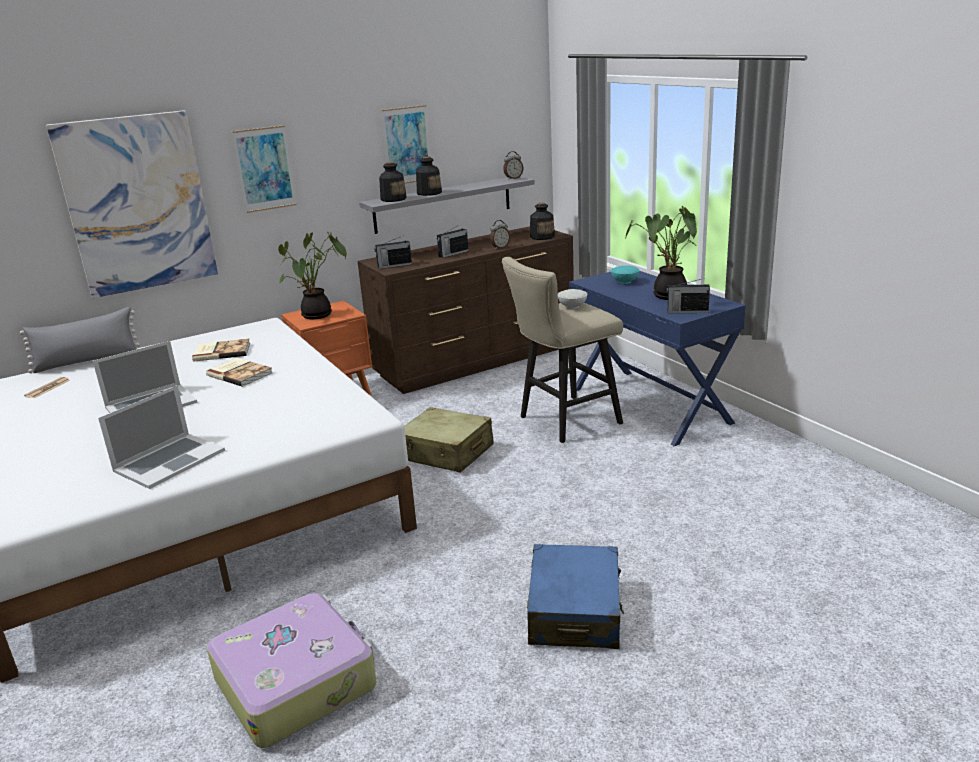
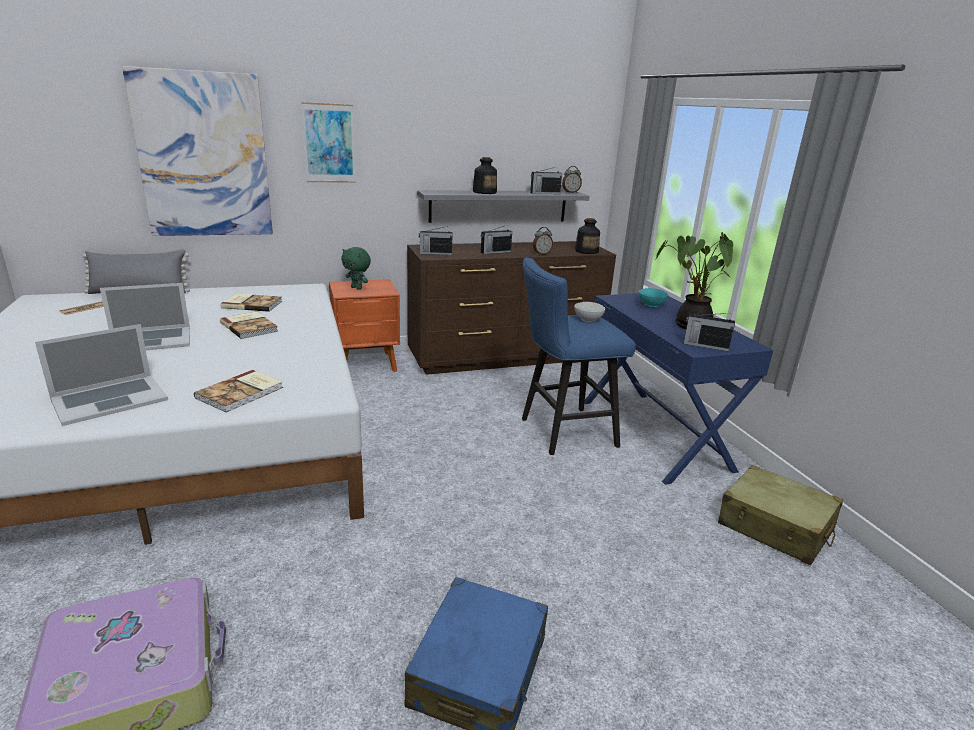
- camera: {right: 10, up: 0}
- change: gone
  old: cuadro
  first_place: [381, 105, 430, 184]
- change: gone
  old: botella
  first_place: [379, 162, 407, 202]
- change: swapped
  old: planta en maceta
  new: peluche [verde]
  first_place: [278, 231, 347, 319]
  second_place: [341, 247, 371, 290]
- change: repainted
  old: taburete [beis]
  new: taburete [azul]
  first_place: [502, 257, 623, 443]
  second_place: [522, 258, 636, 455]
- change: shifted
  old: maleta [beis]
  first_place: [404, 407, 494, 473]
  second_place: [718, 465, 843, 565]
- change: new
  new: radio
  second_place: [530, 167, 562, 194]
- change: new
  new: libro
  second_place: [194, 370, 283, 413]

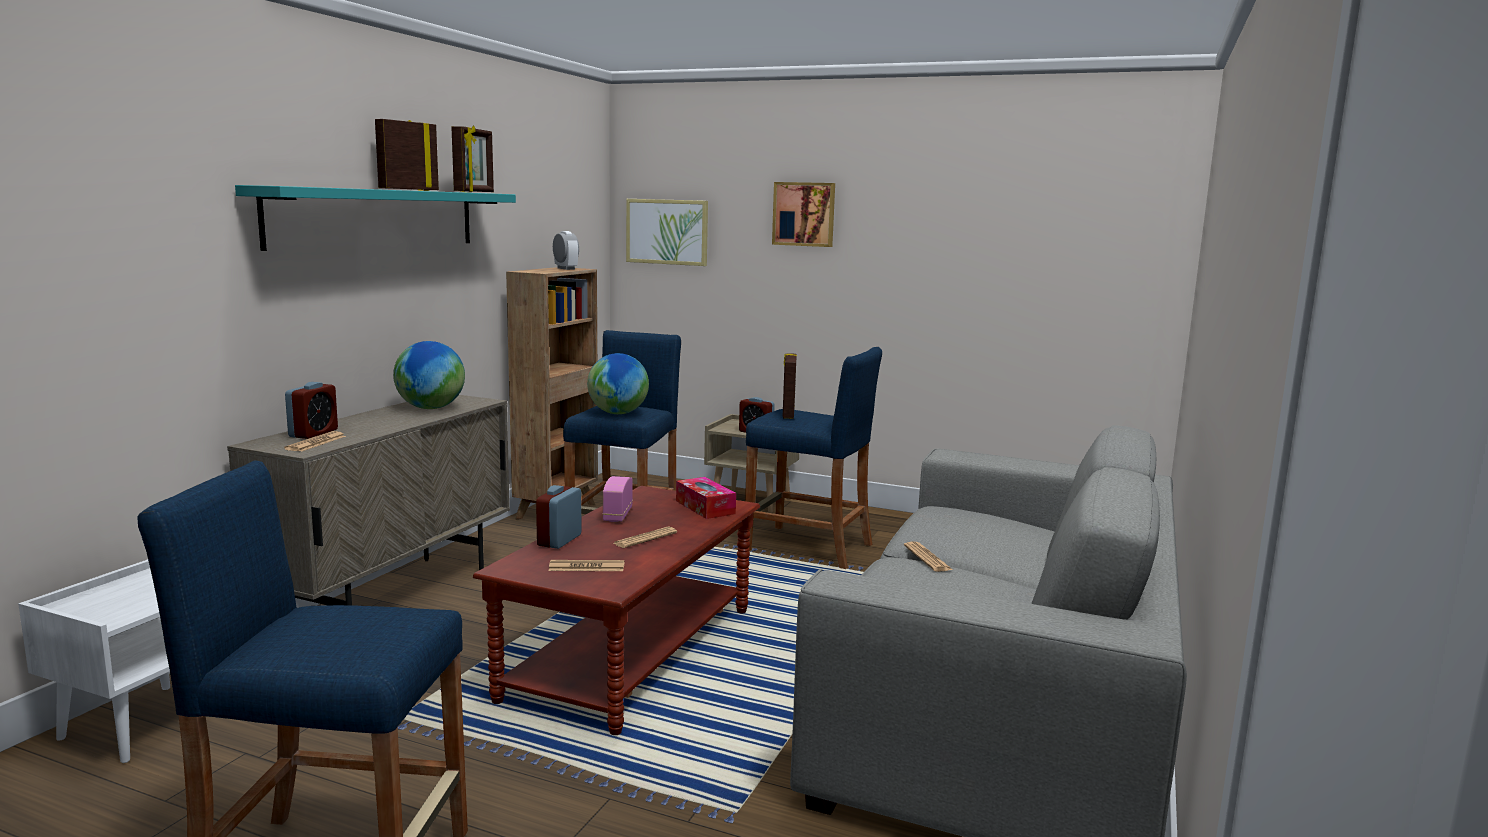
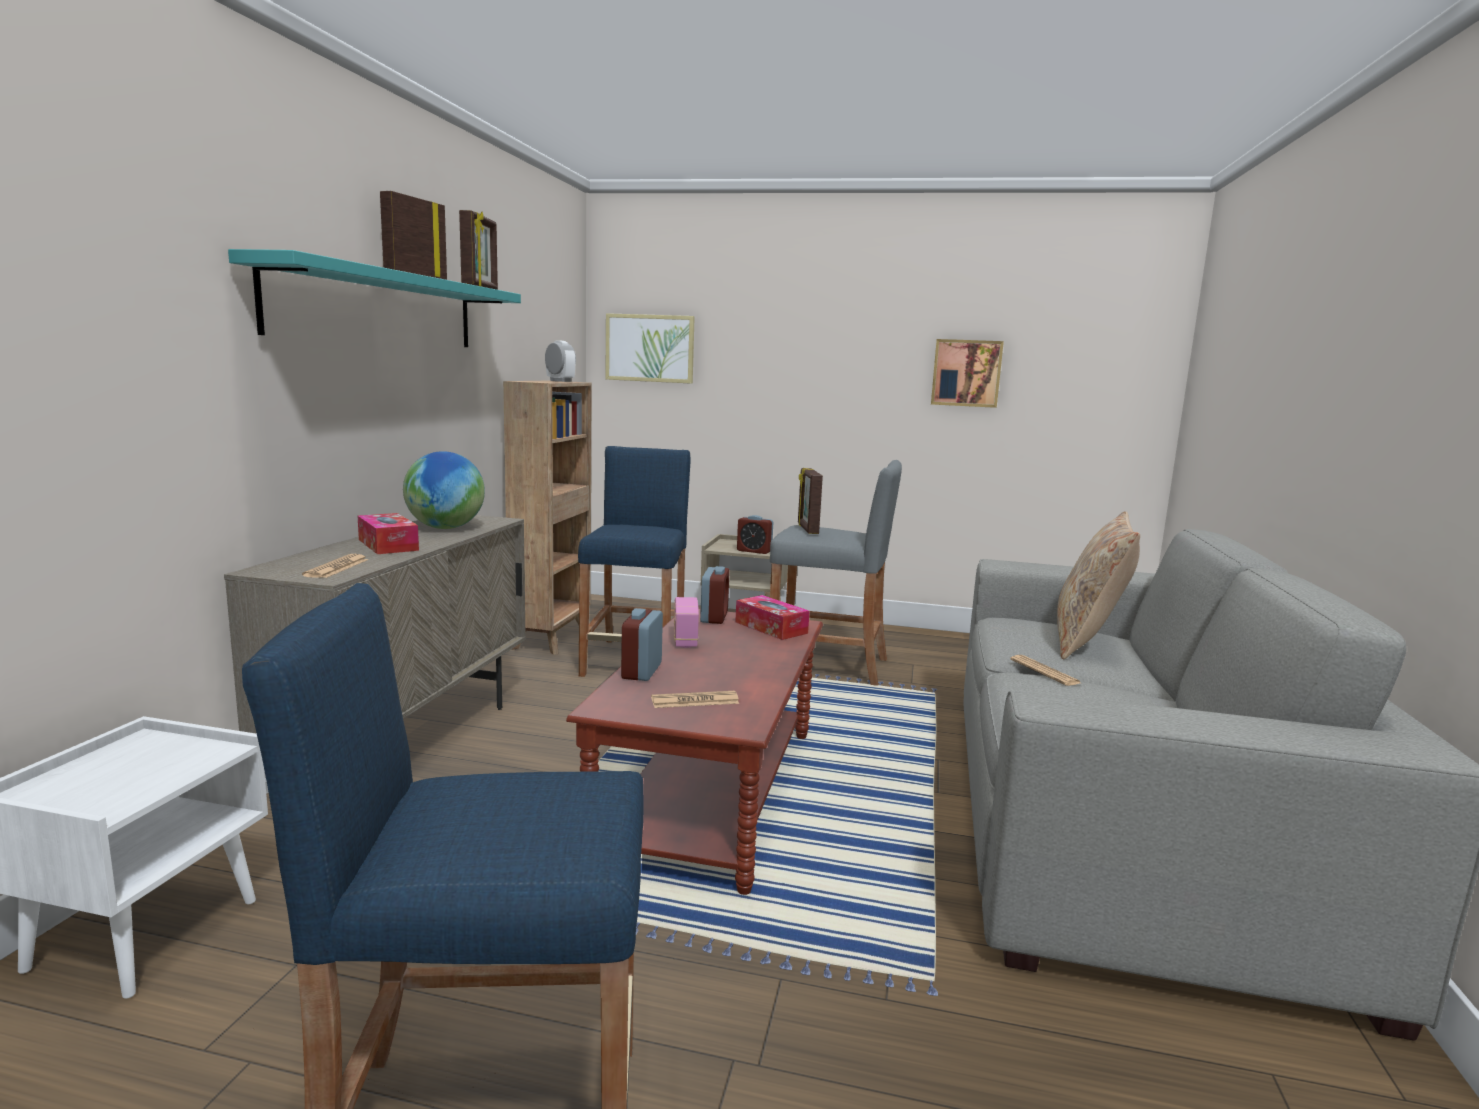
- camera: {right: -10, up: 0}
- change: shifted
  old: cuadro
  first_place: [772, 182, 835, 247]
  second_place: [931, 339, 1004, 408]
- change: repainted
  old: taburete [azul]
  new: taburete [gris]
  first_place: [745, 347, 882, 569]
  second_place: [770, 460, 902, 686]
- change: gone
  old: globo terráqueo
  first_place: [587, 353, 649, 414]
- change: shifted
  old: despertador
  first_place: [285, 382, 338, 439]
  second_place: [700, 566, 730, 624]
- change: gone
  old: periódico
  first_place: [613, 526, 677, 548]
- change: new
  new: cojín [beis]
  second_place: [1057, 511, 1140, 660]
- change: new
  new: caja de pañuelos
  second_place: [358, 513, 419, 554]

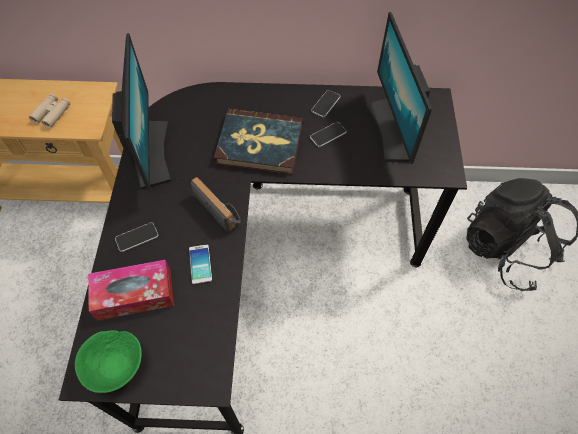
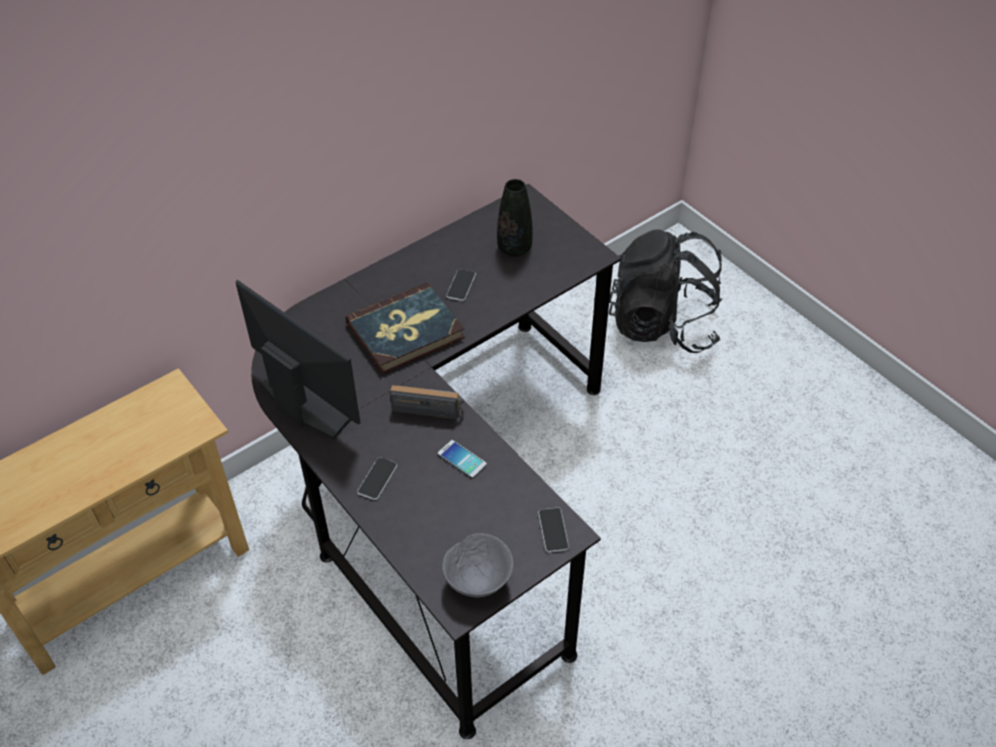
- camera: {right: -40, up: -10}
- change: swapped
  old: monitor
  new: florero [negro]
  first_place: [366, 12, 432, 164]
  second_place: [497, 179, 533, 256]
- change: shifted
  old: móvil
  first_place: [311, 90, 341, 117]
  second_place: [538, 507, 569, 552]
- change: gone
  old: prismáticos [beis]
  first_place: [29, 94, 70, 128]
- change: gone
  old: caja de pañuelos
  first_place: [88, 260, 174, 321]
- change: repainted
  old: cuenco [verde]
  new: cuenco [gris]
  first_place: [75, 331, 142, 393]
  second_place: [442, 533, 513, 597]

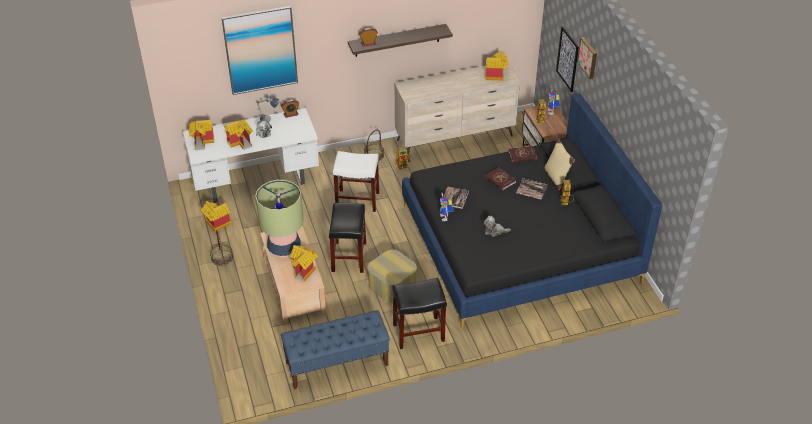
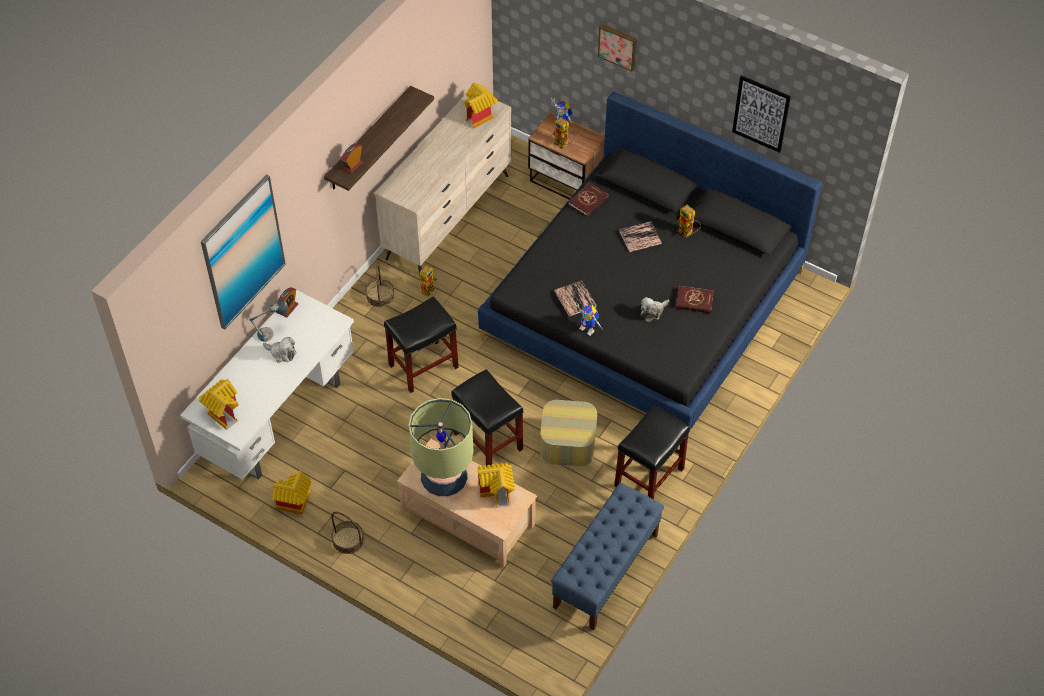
- camera: {right: -40, up: 10}
- change: shifted
  old: cuadro
  first_place: [556, 26, 579, 92]
  second_place: [732, 75, 791, 153]
- change: gone
  old: casita
  first_place: [224, 120, 253, 150]
- change: gone
  old: cojín [beis]
  first_place: [544, 138, 575, 191]
- change: repainted
  old: taburete [blanco]
  new: taburete [negro]
  first_place: [333, 151, 379, 212]
  second_place: [384, 296, 459, 393]
- change: shifted
  old: libro [rojo]
  first_place: [485, 167, 516, 191]
  second_place: [675, 286, 714, 313]

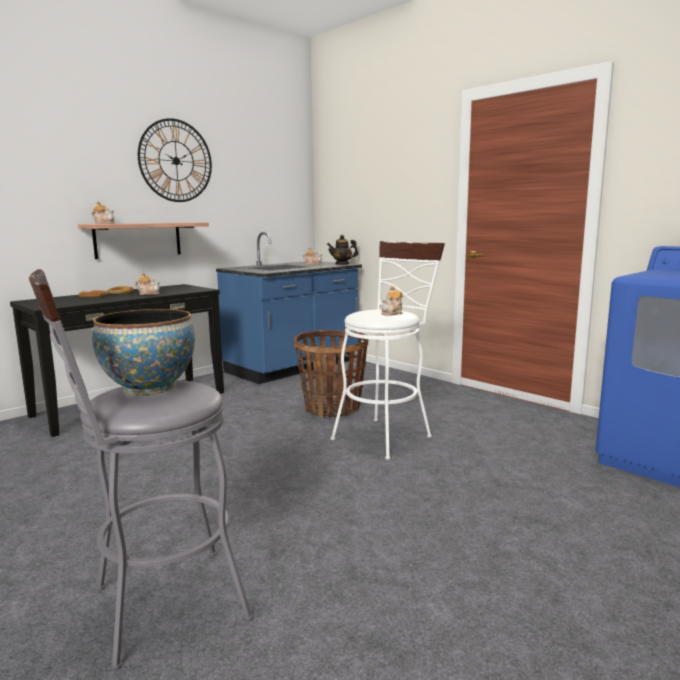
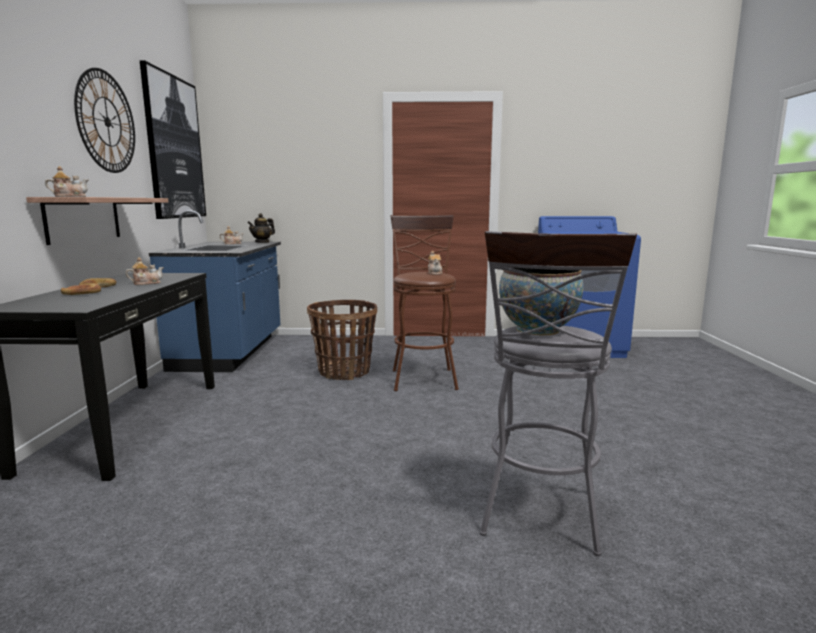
- camera: {right: -45, up: 0}
- change: repainted
  old: taburete [blanco]
  new: taburete [marrón]
  first_place: [331, 241, 445, 460]
  second_place: [390, 215, 459, 391]
- change: new
  new: cuadro
  second_place: [140, 60, 206, 219]

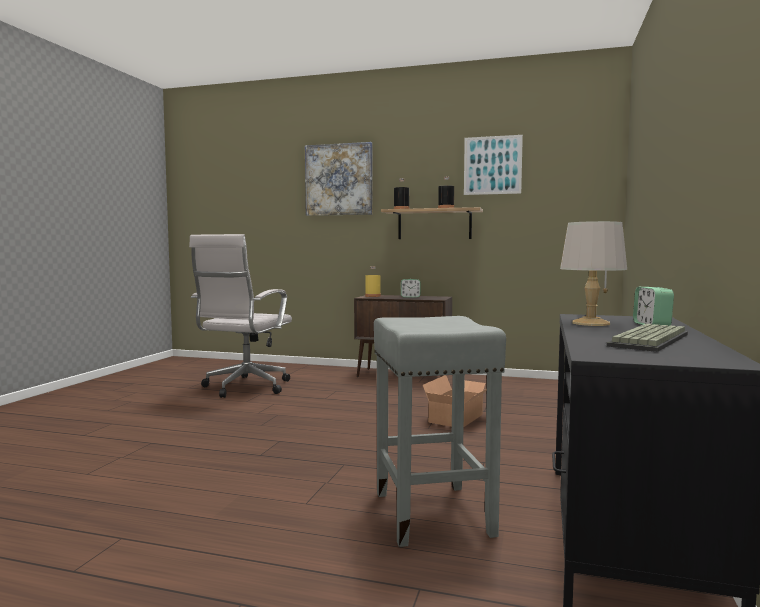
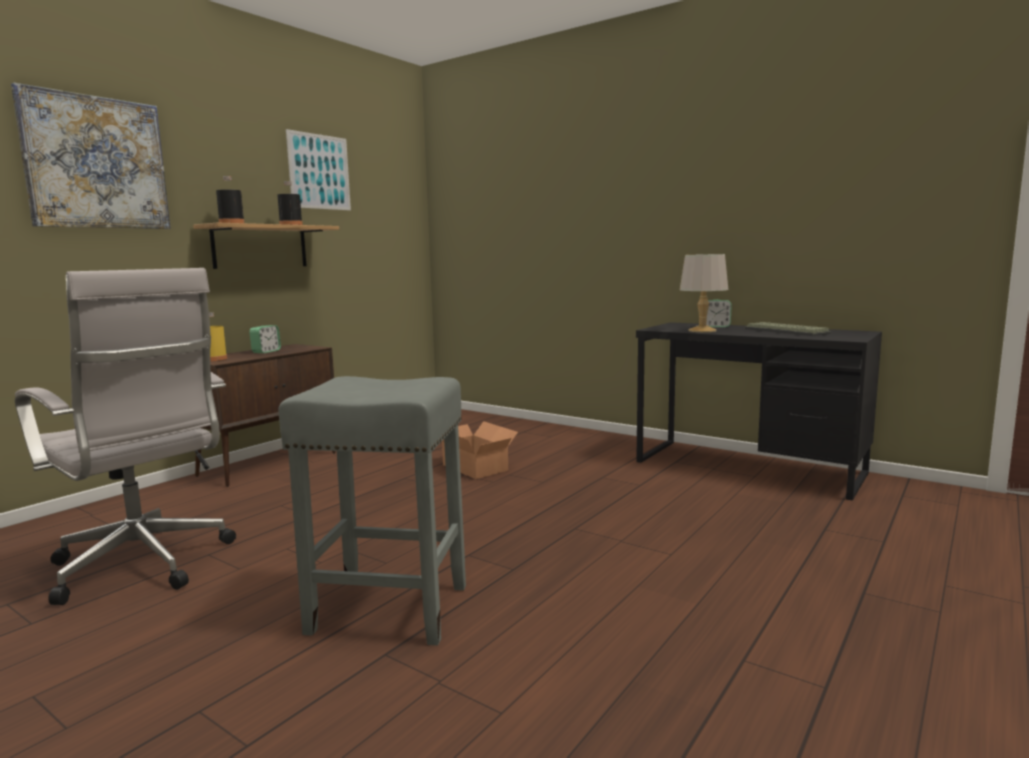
- camera: {right: -70, up: 5}
- change: shifted
  old: taburete [gris]
  first_place: [374, 316, 506, 547]
  second_place: [278, 376, 466, 646]

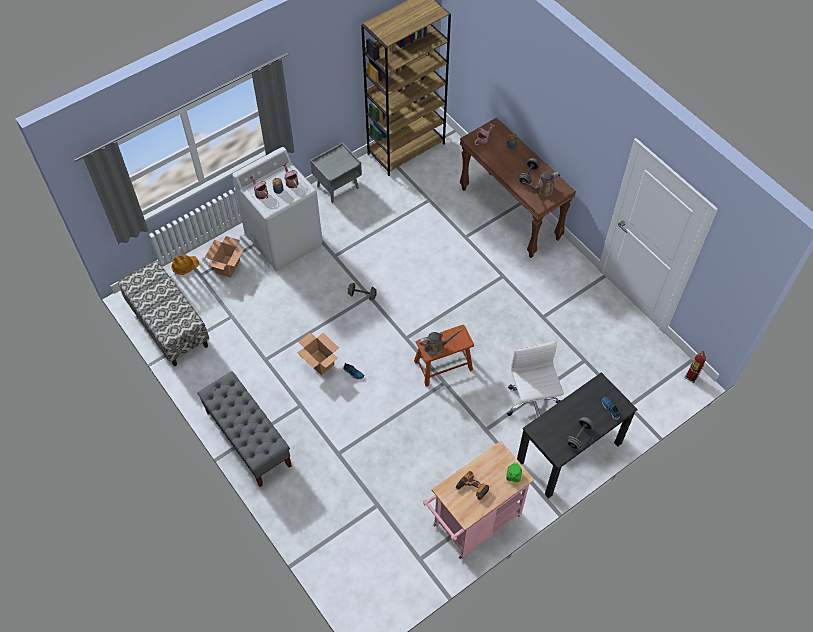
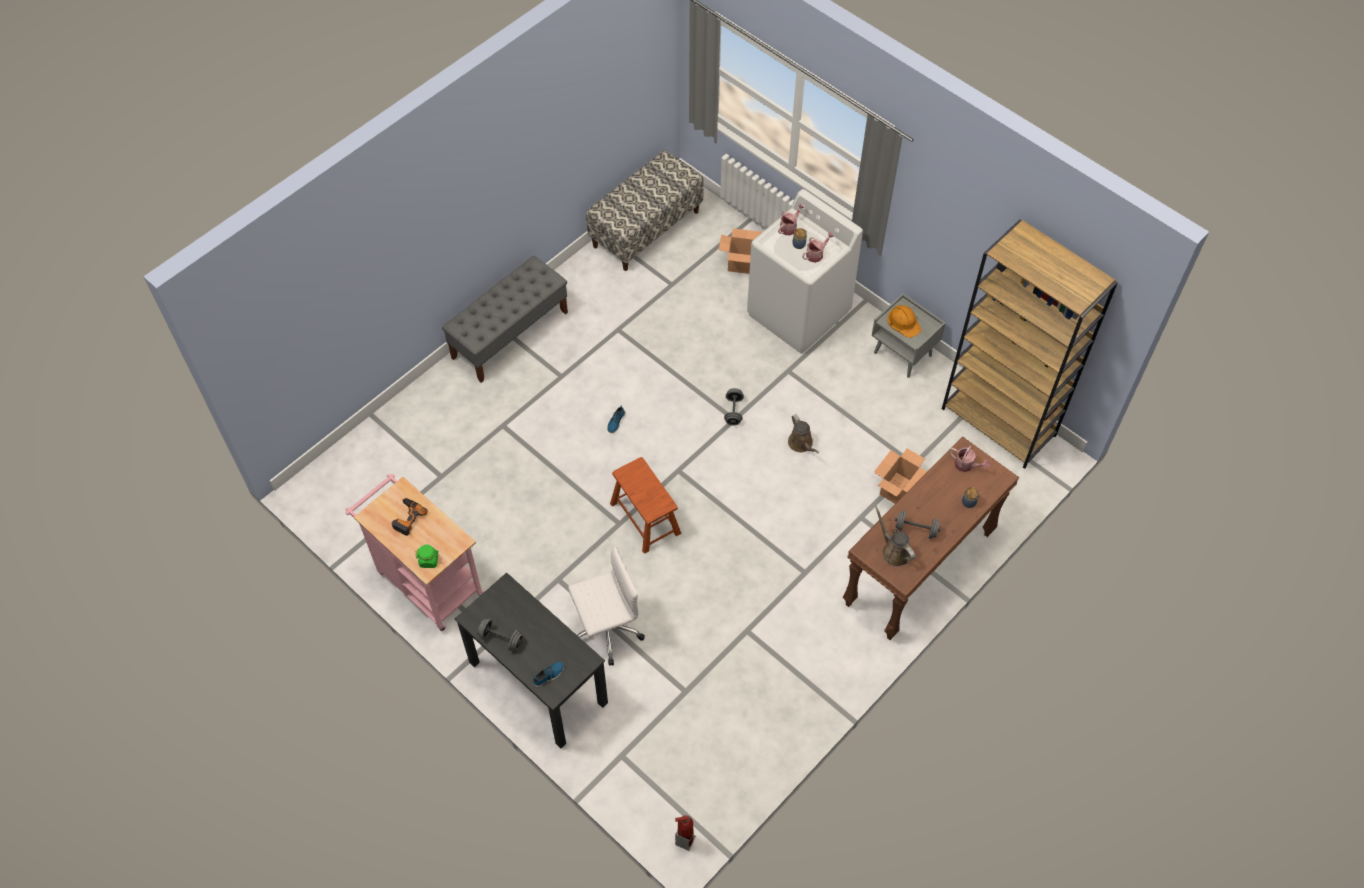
- camera: {right: 80, up: 0}
- change: shifted
  old: casco [naranja]
  first_place: [171, 255, 199, 275]
  second_place: [887, 305, 921, 338]
- change: shifted
  old: regadera [marrón]
  first_place: [419, 329, 464, 357]
  second_place: [788, 414, 819, 454]
- change: shifted
  old: caja de cartón
  first_place: [297, 332, 339, 375]
  second_place: [874, 448, 927, 504]

